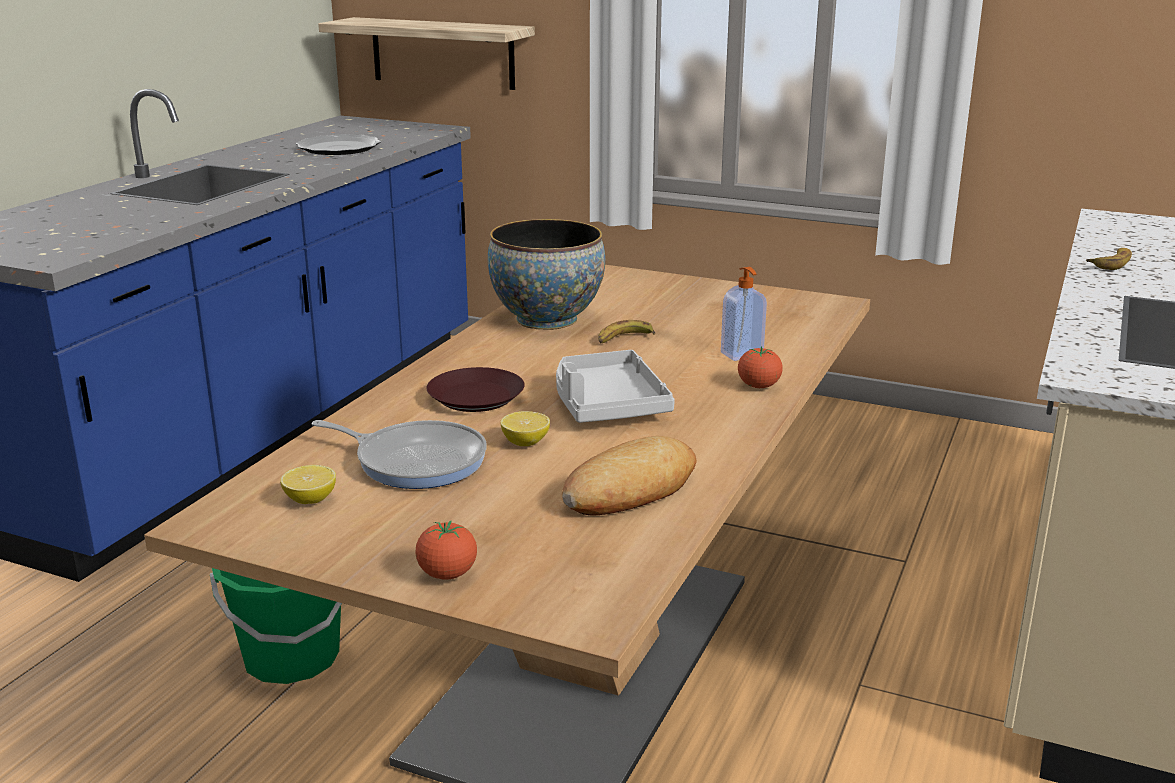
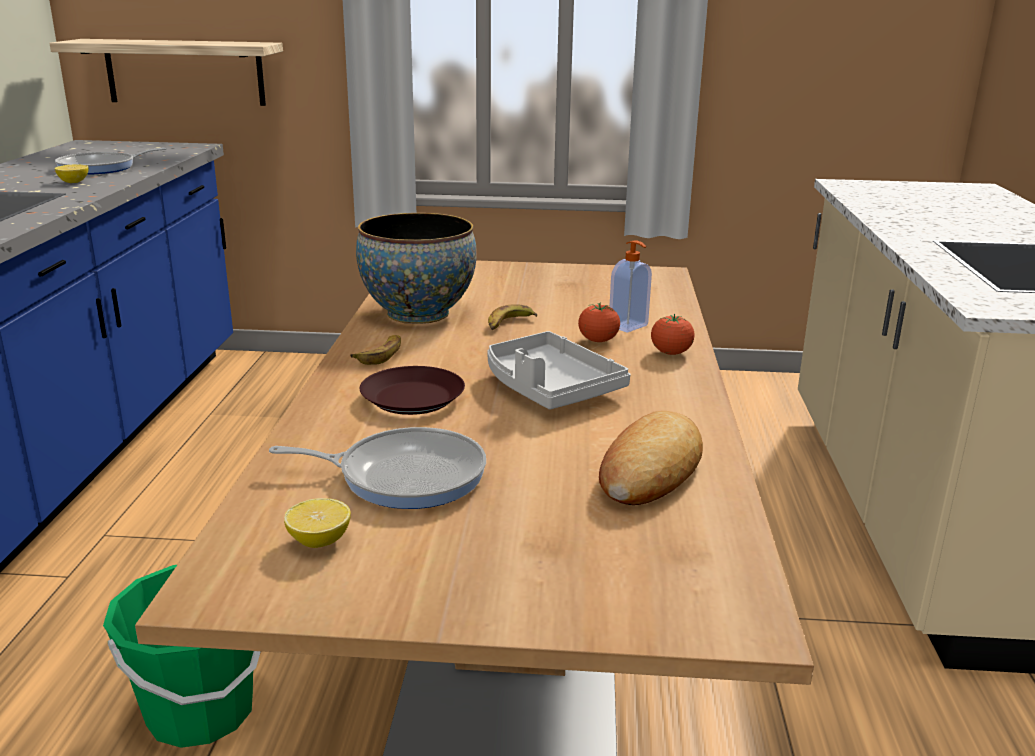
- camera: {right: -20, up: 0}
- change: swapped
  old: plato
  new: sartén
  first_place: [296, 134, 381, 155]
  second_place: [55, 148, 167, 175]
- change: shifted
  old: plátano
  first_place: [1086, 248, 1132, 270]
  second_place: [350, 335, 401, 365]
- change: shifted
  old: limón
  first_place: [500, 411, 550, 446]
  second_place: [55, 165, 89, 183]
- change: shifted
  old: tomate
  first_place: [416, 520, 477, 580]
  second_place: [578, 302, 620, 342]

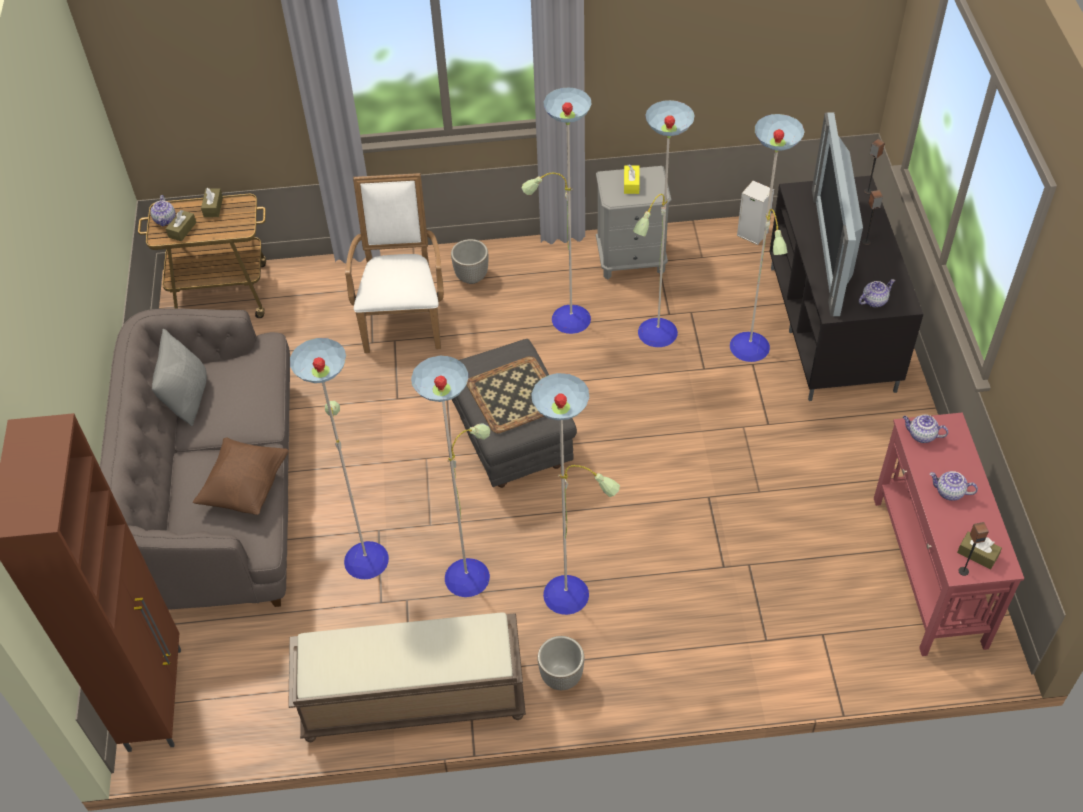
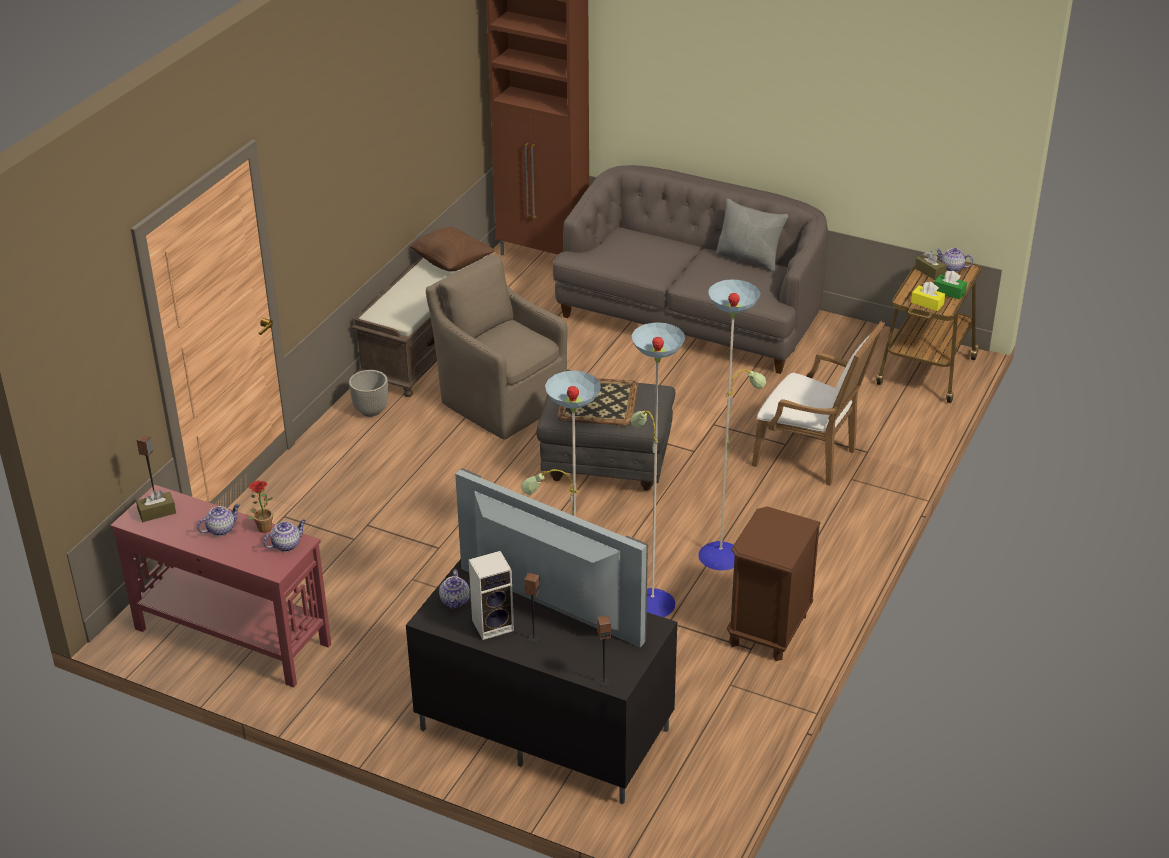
- camera: {right: 120, up: -15}
- change: shifted
  old: caja de pañuelos [amarillo]
  first_place: [624, 164, 640, 194]
  second_place: [911, 282, 945, 311]
- change: repainted
  old: mesita de noche [gris]
  new: mesita de noche [marrón]
  first_place: [596, 166, 672, 279]
  second_place: [727, 507, 821, 661]
- change: shifted
  old: altavoz
  first_place: [737, 180, 774, 245]
  second_place: [469, 551, 514, 640]
- change: repainted
  old: caja de pañuelos [marrón]
  new: caja de pañuelos [verde]
  first_place: [201, 188, 223, 217]
  second_place: [934, 270, 967, 300]
- change: gone
  old: maceta
  first_place: [451, 239, 488, 284]
- change: swapped
  old: lámpara de pie
  new: sillón [marrón]
  first_place: [290, 338, 620, 615]
  second_place: [426, 254, 568, 440]
- change: shifted
  old: cojín [marrón]
  first_place: [193, 437, 288, 515]
  second_place: [409, 227, 495, 271]
- change: new
  new: planta en maceta
  second_place: [248, 480, 273, 533]

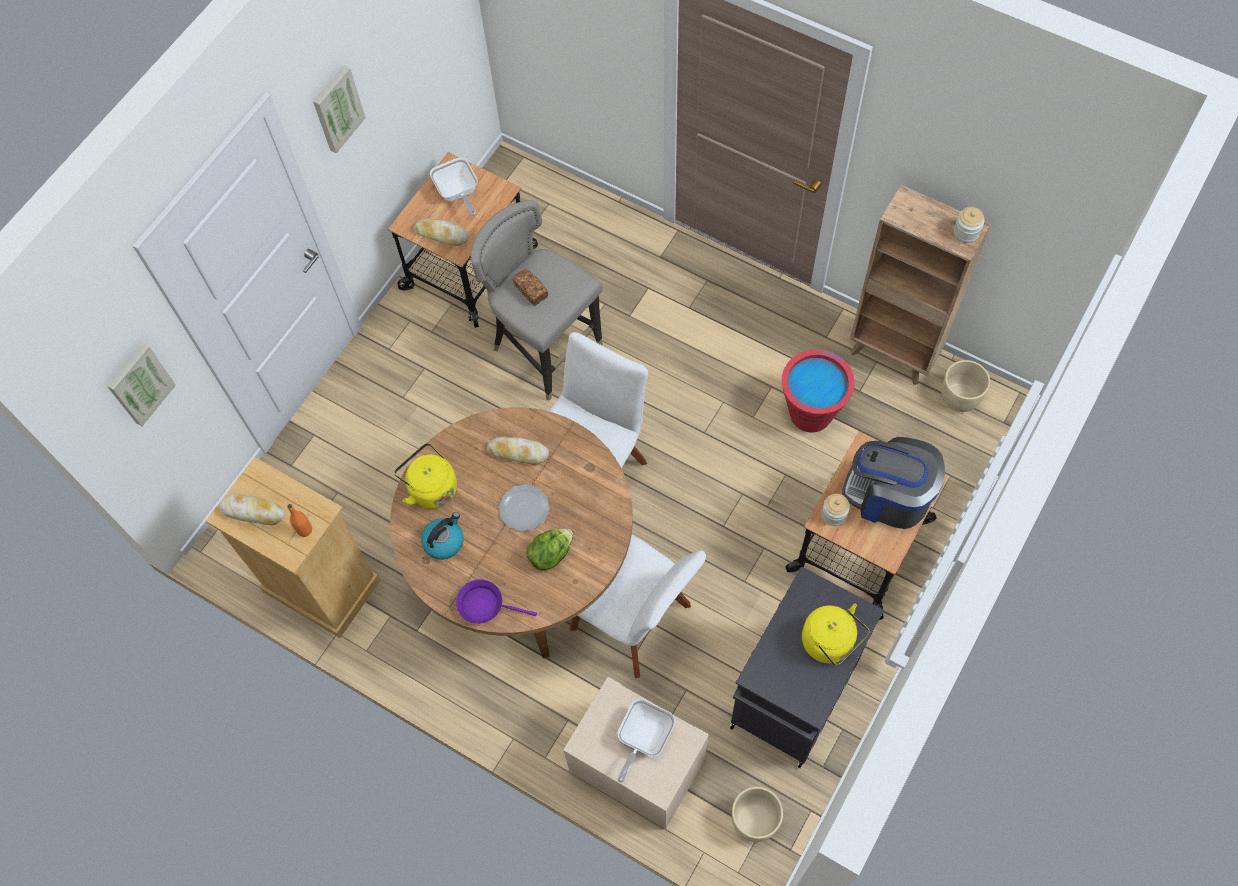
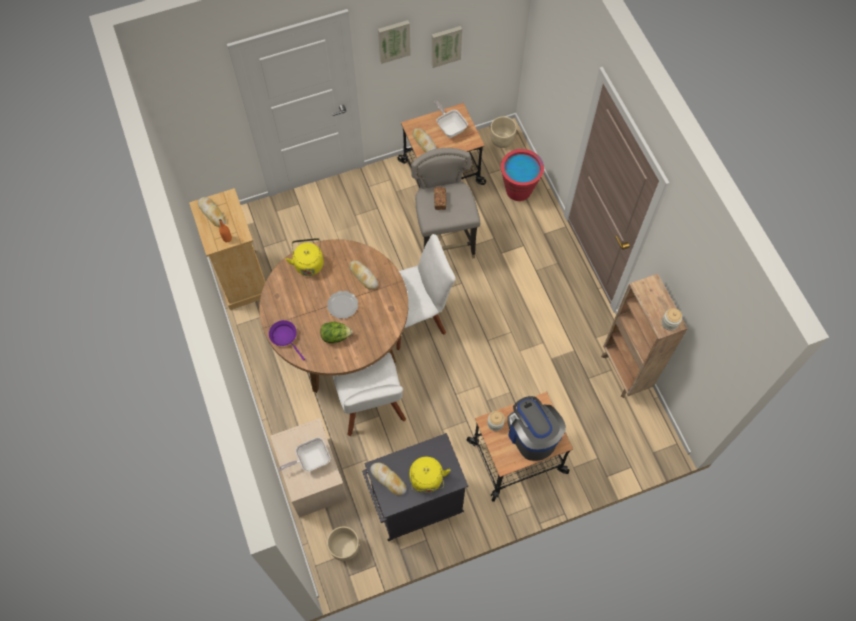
- camera: {right: 35, up: 0}
- change: rotated
  old: sartén
  first_place: [430, 157, 478, 216]
  second_place: [434, 101, 468, 138]
  degrees: 135
- change: shifted
  old: cuadro
  first_place: [107, 343, 176, 426]
  second_place: [432, 26, 462, 68]
- change: shifted
  old: cubo [rojo]
  first_place: [782, 349, 855, 433]
  second_place: [501, 149, 544, 201]
- change: shifted
  old: maceta [beis]
  first_place: [941, 360, 990, 412]
  second_place: [490, 116, 517, 148]
- change: gone
  old: hervidor
  first_place: [421, 512, 464, 559]
- change: new
  new: pan
  second_place: [370, 463, 406, 495]

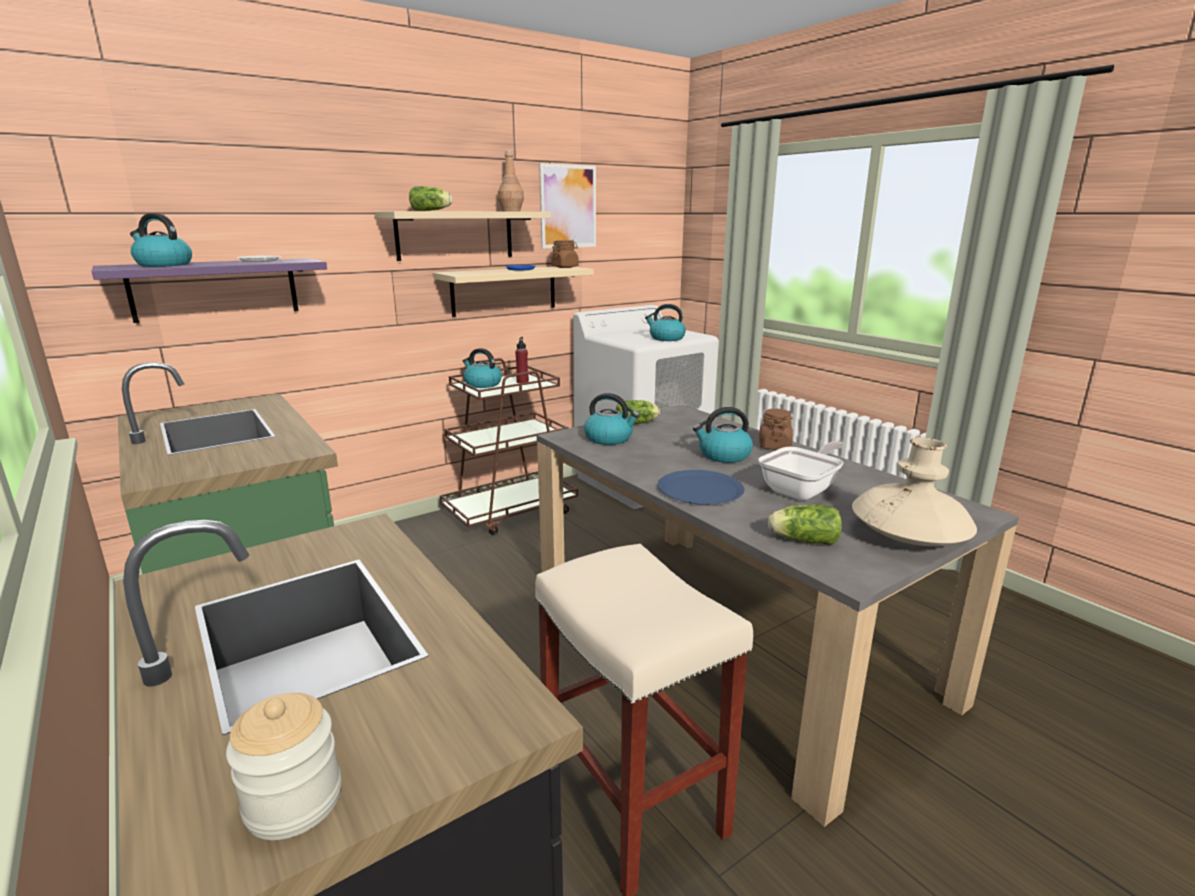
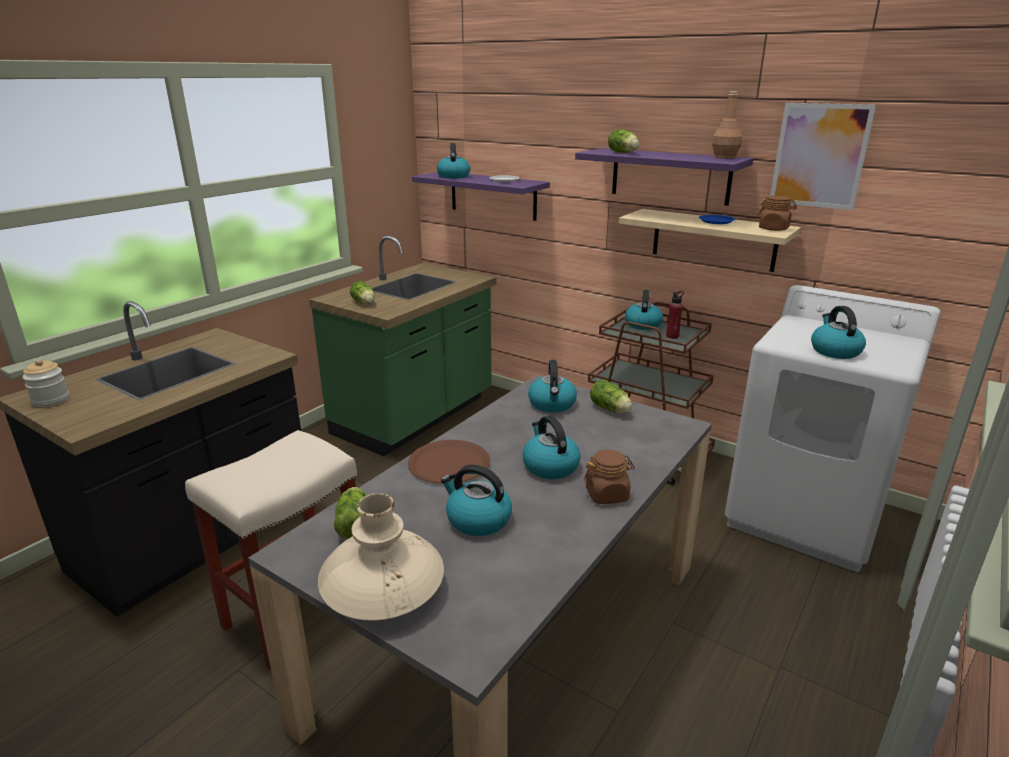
- camera: {right: 70, up: 5}
- change: repainted
  old: estante [beis]
  new: estante [morado]
  first_place: [374, 211, 551, 261]
  second_place: [575, 148, 753, 206]
- change: swapped
  old: sartén
  new: hervidor
  first_place: [758, 441, 844, 500]
  second_place: [441, 464, 512, 536]
- change: repainted
  old: plato [azul]
  new: plato [marrón]
  first_place: [658, 470, 744, 505]
  second_place: [408, 440, 490, 484]
- change: new
  new: lechuga
  second_place: [350, 281, 375, 304]

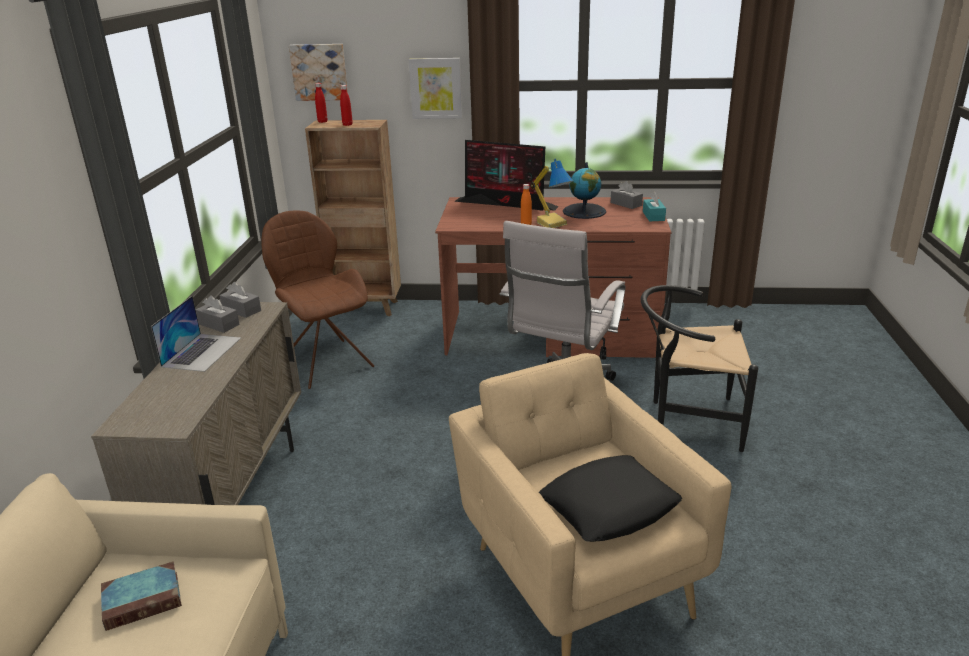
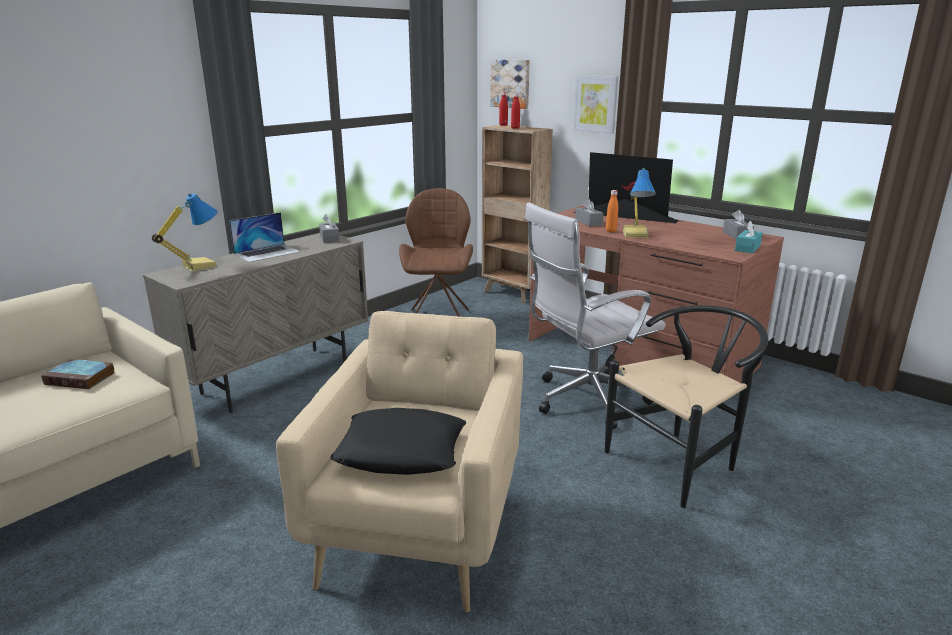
- camera: {right: 35, up: -5}
- change: rotated
  old: monitor
  first_place: [454, 140, 559, 211]
  second_place: [573, 152, 678, 223]
  degrees: 150
- change: gone
  old: globo terráqueo
  first_place: [563, 162, 606, 219]
- change: rotated
  old: silla [negro]
  first_place: [641, 285, 758, 452]
  second_place: [605, 305, 768, 508]
  degrees: 105
- change: shifted
  old: caja de pañuelos [gris]
  first_place: [195, 295, 240, 333]
  second_place: [575, 199, 603, 227]
- change: new
  new: lámpara de mesa
  second_place: [152, 193, 217, 272]

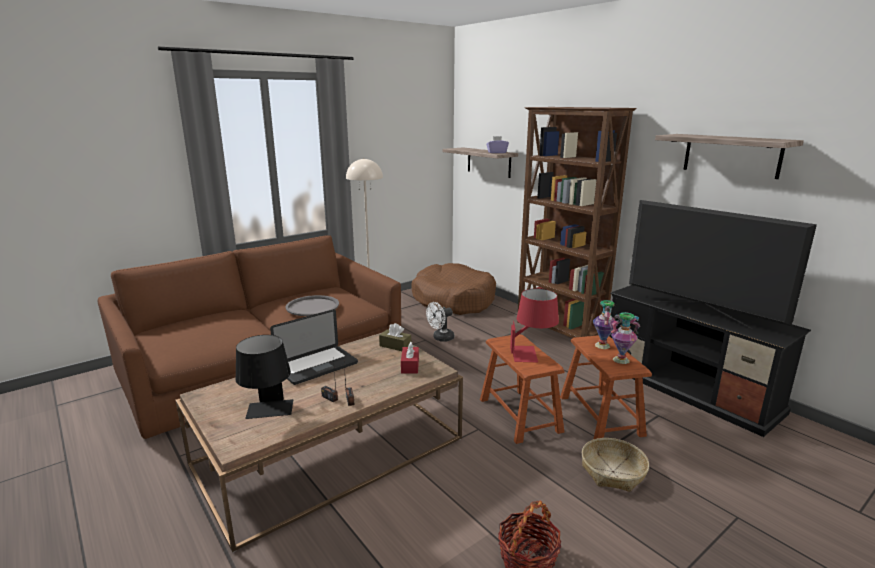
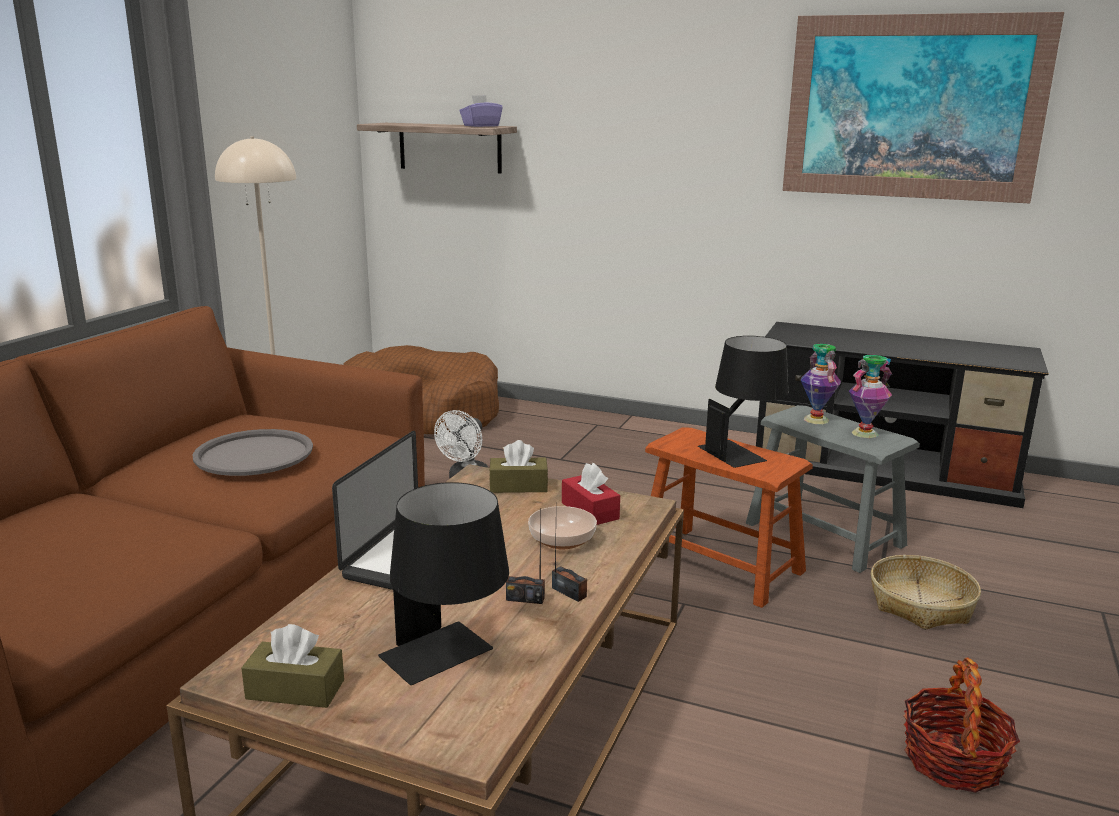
- camera: {right: -30, up: 0}
- change: gone
  old: estantería [marrón]
  first_place: [517, 107, 636, 338]
- change: swapped
  old: estante
  new: cuadro
  first_place: [655, 134, 804, 179]
  second_place: [783, 12, 1064, 203]
- change: gone
  old: televisor
  first_place: [629, 200, 817, 329]
- change: repainted
  old: lámpara de mesa [rojo]
  new: lámpara de mesa [negro]
  first_place: [510, 288, 559, 362]
  second_place: [698, 336, 789, 468]
- change: repainted
  old: taburete [marrón]
  new: taburete [gris]
  first_place: [560, 335, 652, 439]
  second_place: [746, 405, 920, 573]
- change: new
  new: cuenco
  second_place: [528, 506, 597, 549]
- change: new
  new: caja de pañuelos [marrón]
  second_place: [241, 624, 344, 708]

